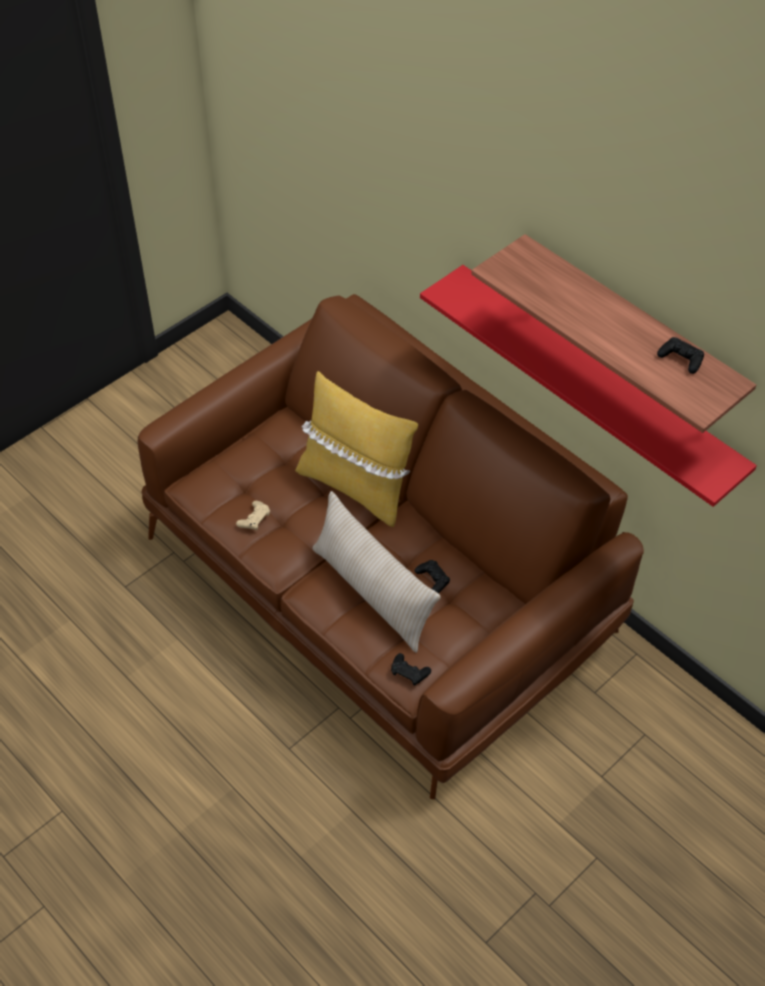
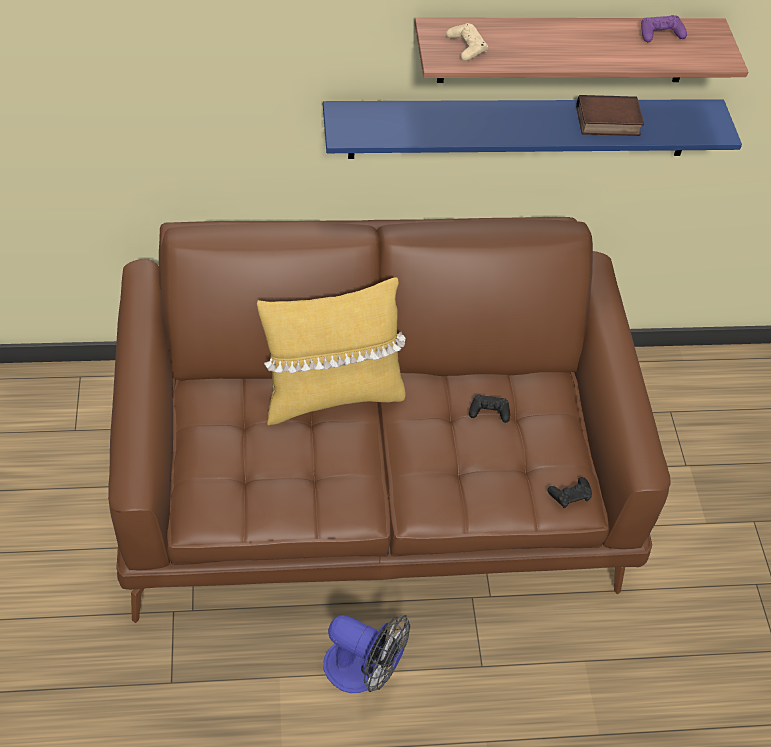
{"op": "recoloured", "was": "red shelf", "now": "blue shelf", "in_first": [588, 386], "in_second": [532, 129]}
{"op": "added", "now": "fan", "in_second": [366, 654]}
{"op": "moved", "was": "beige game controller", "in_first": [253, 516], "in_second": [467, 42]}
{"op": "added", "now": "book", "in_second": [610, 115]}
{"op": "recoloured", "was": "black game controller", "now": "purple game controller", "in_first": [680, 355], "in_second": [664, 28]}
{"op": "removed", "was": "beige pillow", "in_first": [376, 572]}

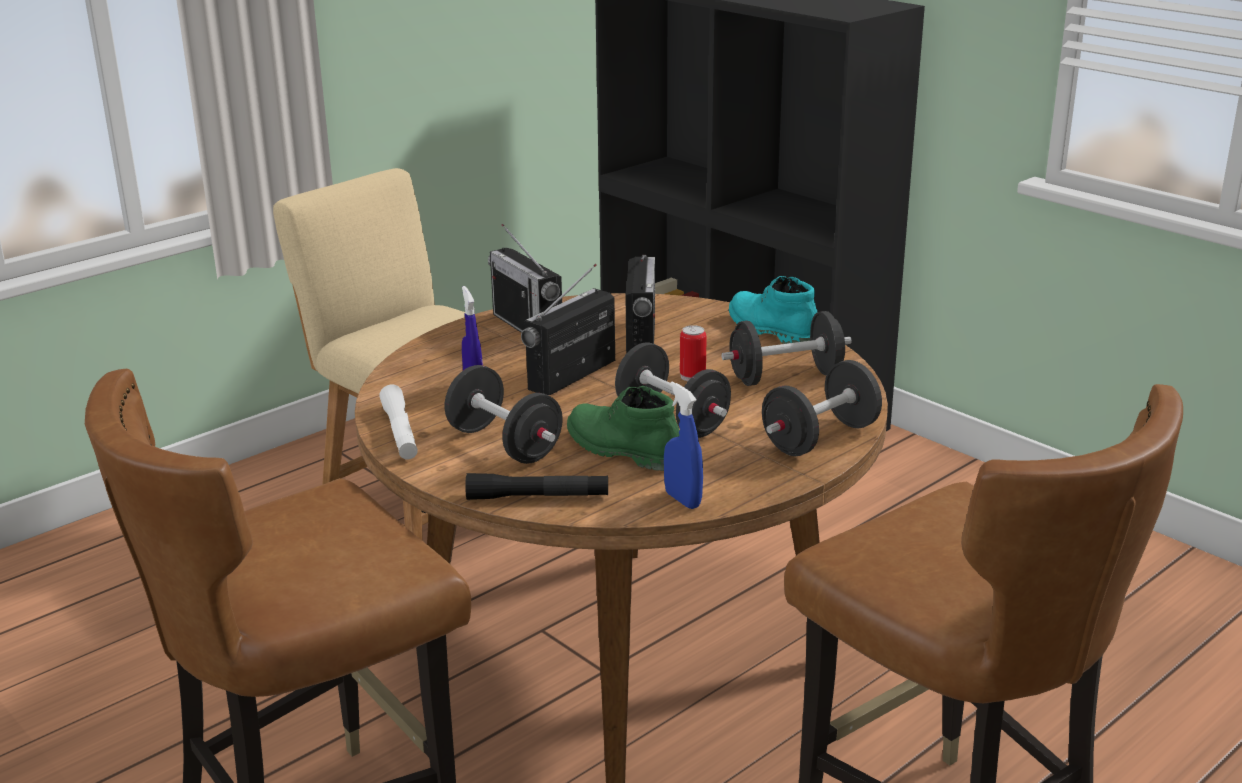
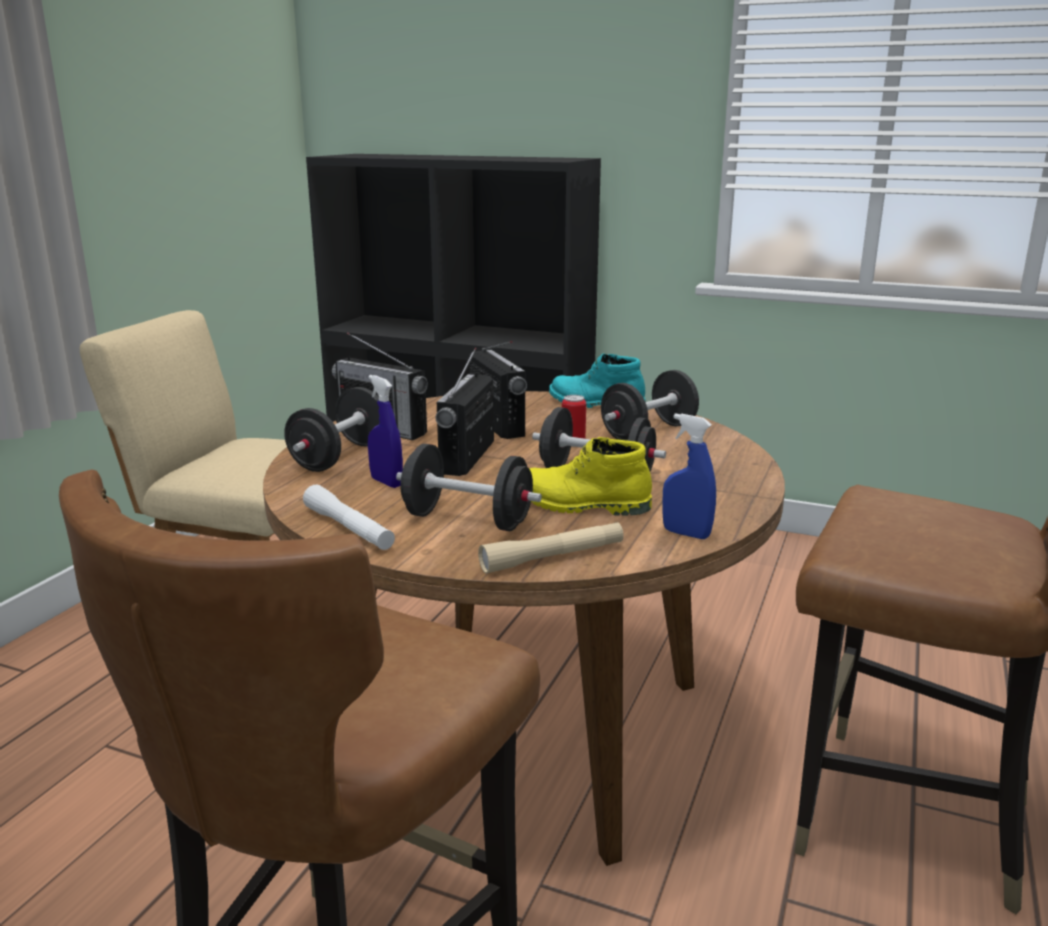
{"op": "moved", "was": "black dumbbell", "in_first": [822, 408], "in_second": [332, 429]}
{"op": "recoloured", "was": "black flashlight", "now": "beige flashlight", "in_first": [536, 486], "in_second": [551, 548]}
{"op": "recoloured", "was": "green boot", "now": "yellow boot", "in_first": [623, 428], "in_second": [590, 476]}

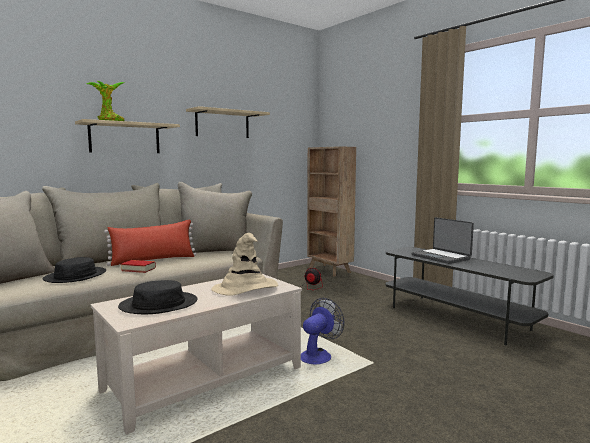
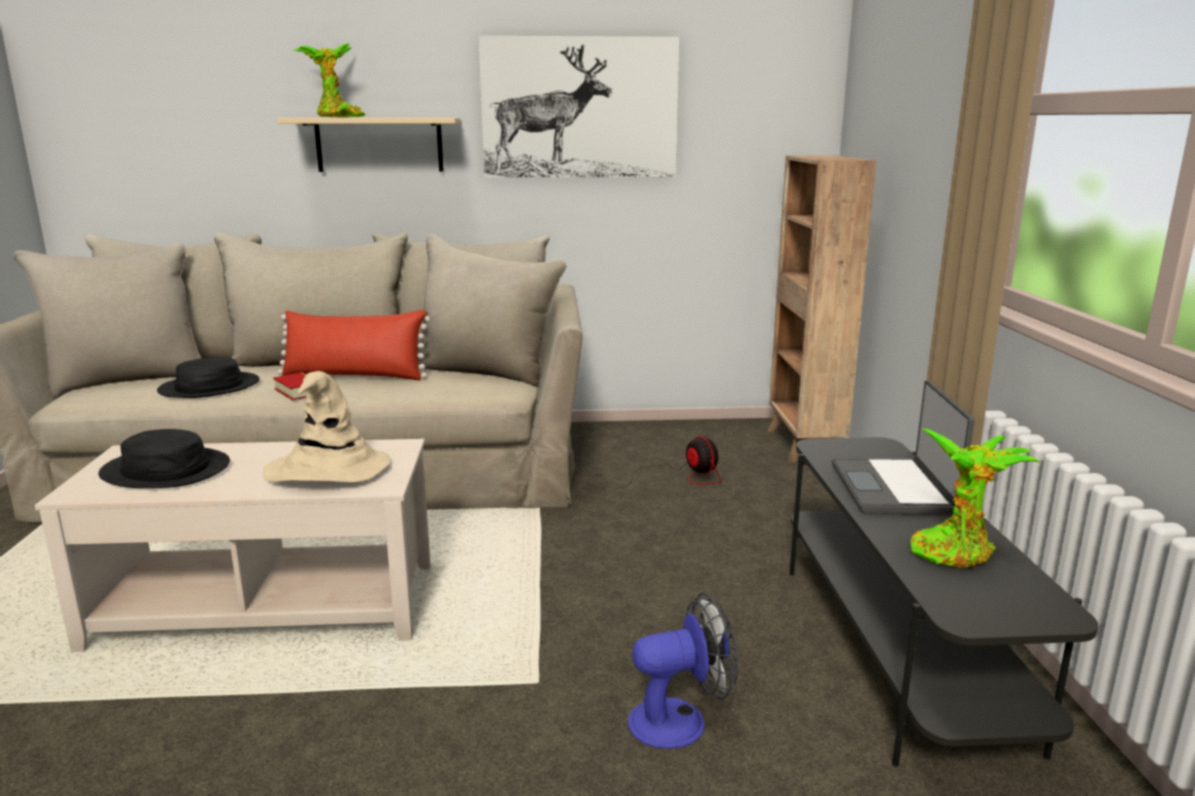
{"op": "replaced", "was": "beige shelf", "now": "picture", "in_first": [228, 122], "in_second": [578, 107]}
{"op": "moved", "was": "fan", "in_first": [322, 331], "in_second": [683, 671]}
{"op": "added", "now": "potted plant", "in_second": [975, 498]}

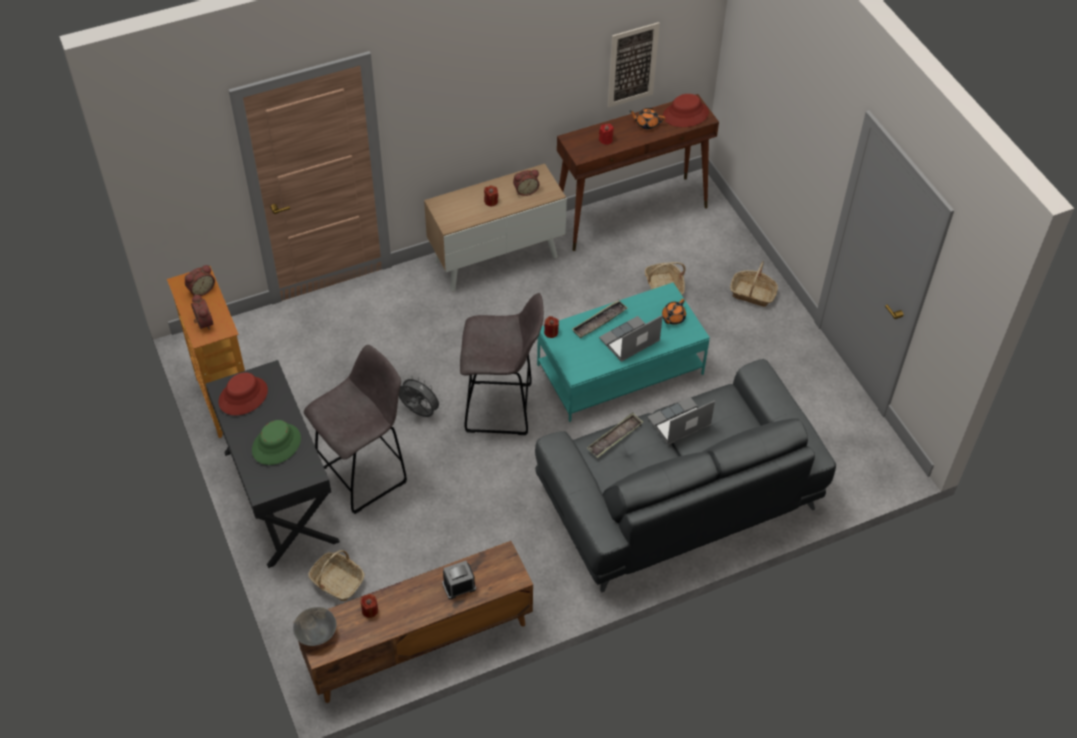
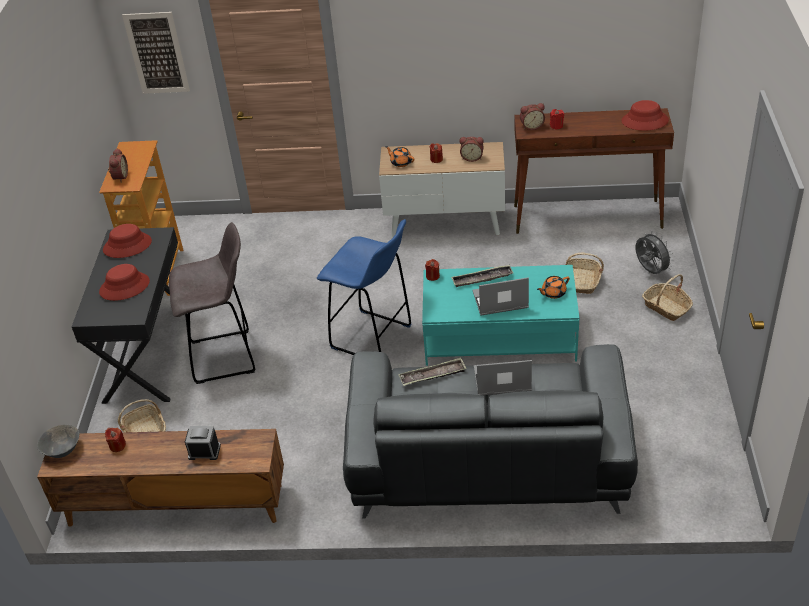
{"op": "recoloured", "was": "green hat", "now": "red hat", "in_first": [276, 442], "in_second": [124, 282]}
{"op": "moved", "was": "picture", "in_first": [634, 65], "in_second": [156, 53]}
{"op": "recoloured", "was": "grey stool", "now": "blue stool", "in_first": [502, 364], "in_second": [364, 287]}
{"op": "moved", "was": "orange teapot", "in_first": [647, 119], "in_second": [399, 156]}
{"op": "moved", "was": "alarm clock", "in_first": [200, 280], "in_second": [532, 116]}
{"op": "moved", "was": "grey fan", "in_first": [421, 396], "in_second": [654, 252]}

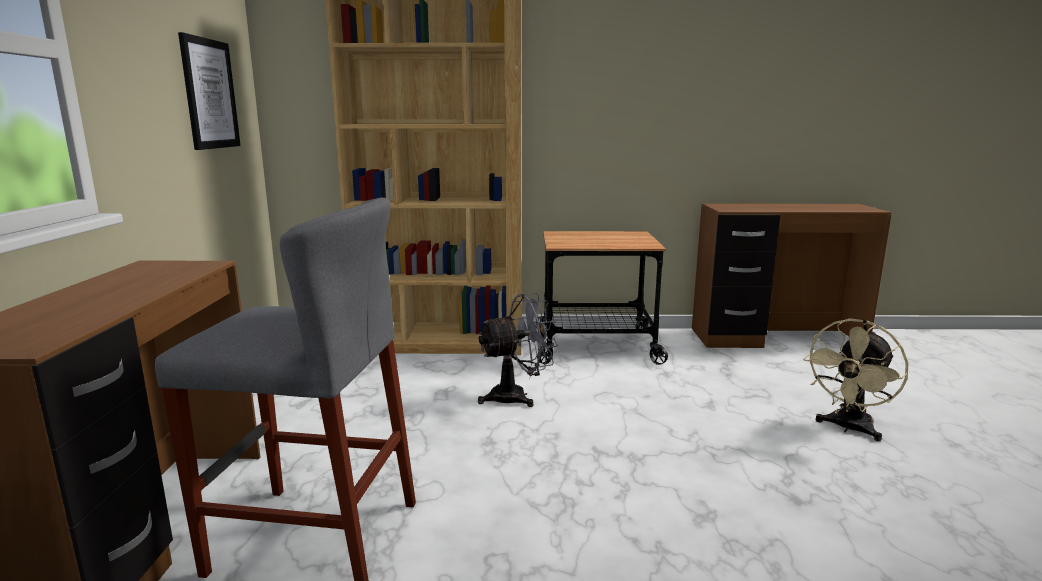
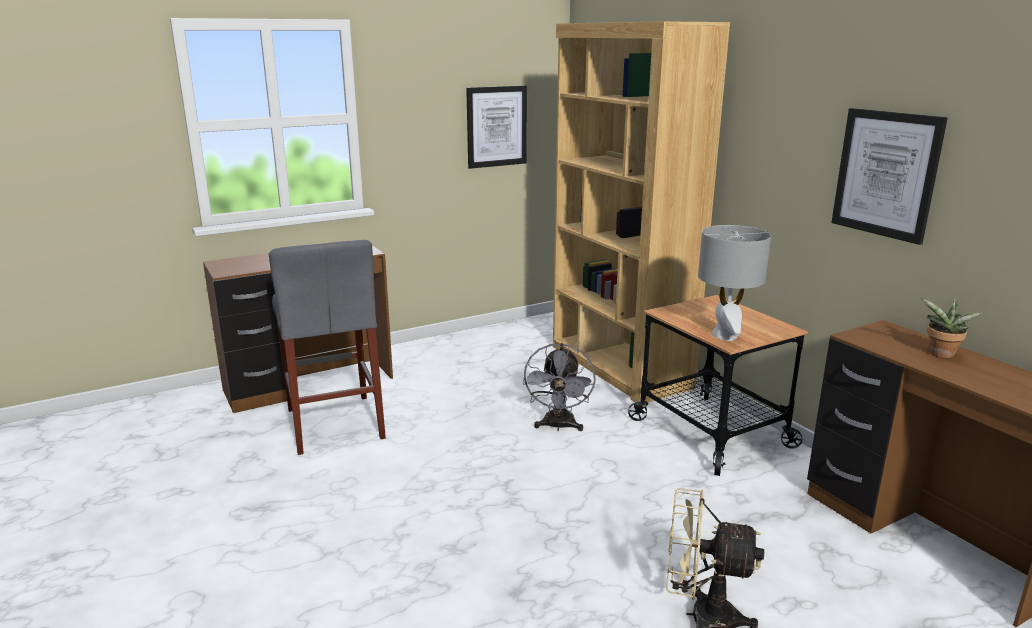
{"op": "turned", "was": "grey fan", "in_first": [518, 350], "in_second": [559, 387], "clockwise": 60}
{"op": "added", "now": "grey table lamp", "in_second": [734, 283]}
{"op": "added", "now": "picture", "in_second": [889, 176]}
{"op": "added", "now": "potted plant", "in_second": [951, 328]}

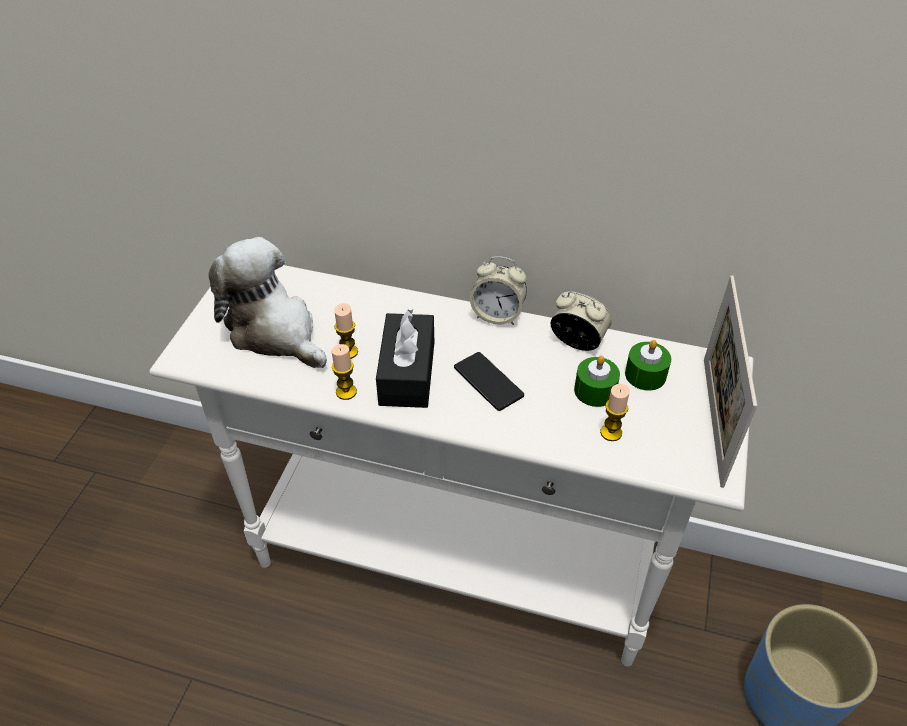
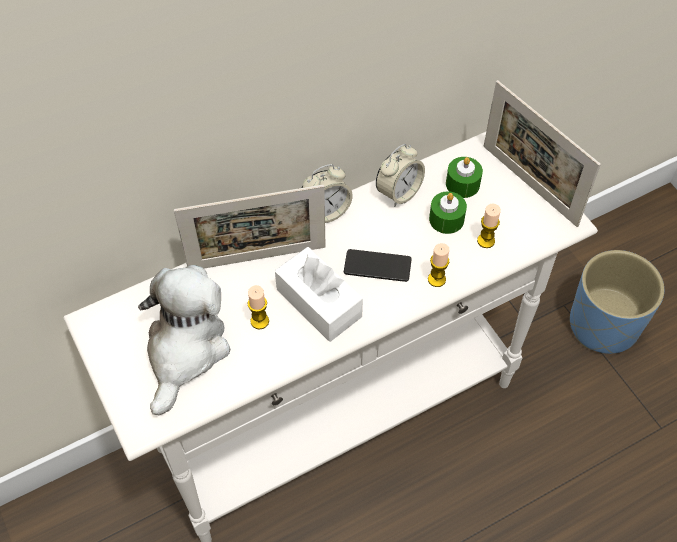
{"op": "turned", "was": "plush toy", "in_first": [268, 302], "in_second": [184, 340], "clockwise": 105}
{"op": "added", "now": "picture frame", "in_second": [250, 227]}
{"op": "recoloured", "was": "black tissue box", "now": "white tissue box", "in_first": [405, 359], "in_second": [319, 294]}
{"op": "turned", "was": "alarm clock", "in_first": [581, 321], "in_second": [400, 175], "clockwise": 150}
{"op": "moved", "was": "candle", "in_first": [344, 372], "in_second": [438, 265]}

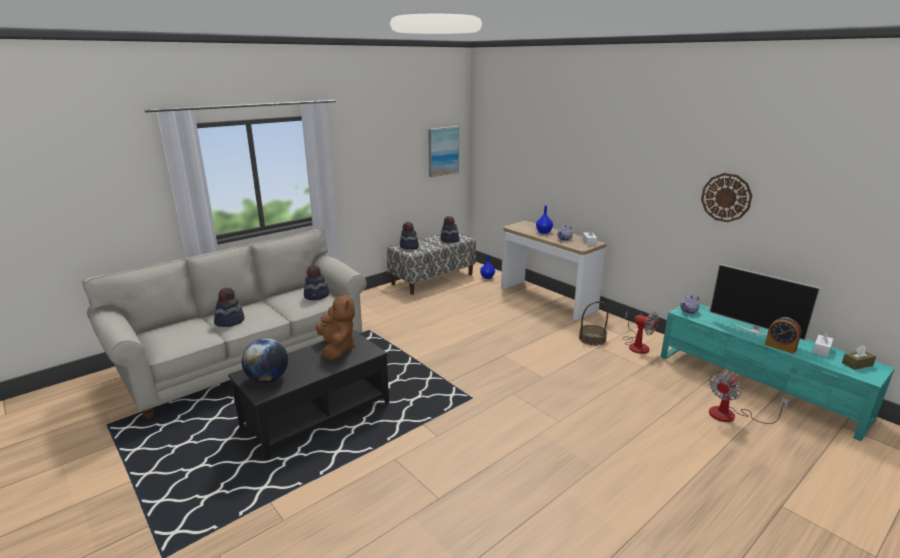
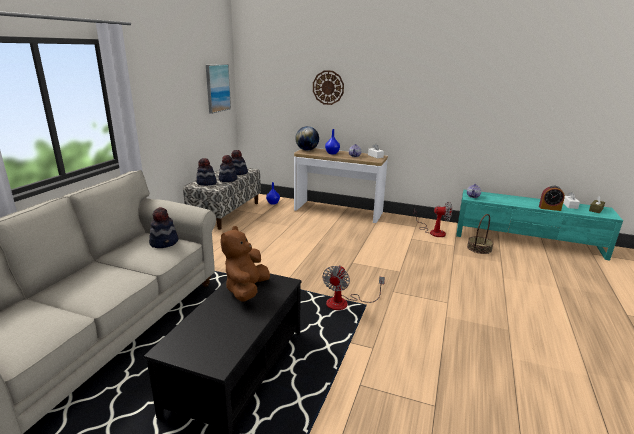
{"op": "moved", "was": "hat", "in_first": [229, 307], "in_second": [228, 168]}
{"op": "turned", "was": "brown plush toy", "in_first": [335, 326], "in_second": [245, 263], "clockwise": -120}
{"op": "moved", "was": "globe", "in_first": [265, 360], "in_second": [307, 138]}
{"op": "moved", "was": "wall clock", "in_first": [726, 197], "in_second": [328, 87]}
{"op": "moved", "was": "fan", "in_first": [749, 398], "in_second": [353, 287]}
{"op": "moved", "was": "basket", "in_first": [593, 323], "in_second": [480, 234]}
{"op": "removed", "was": "television", "in_first": [765, 302]}

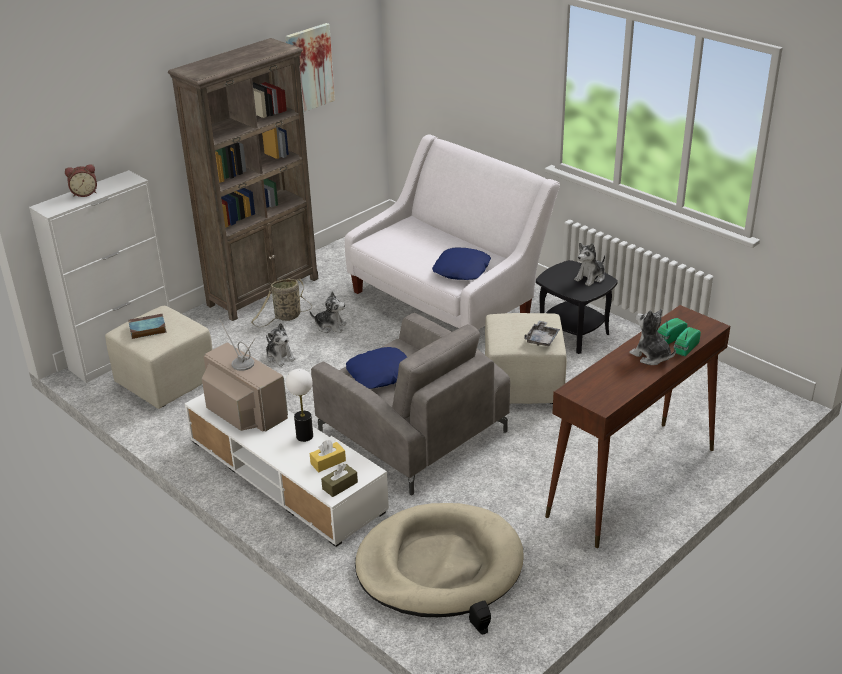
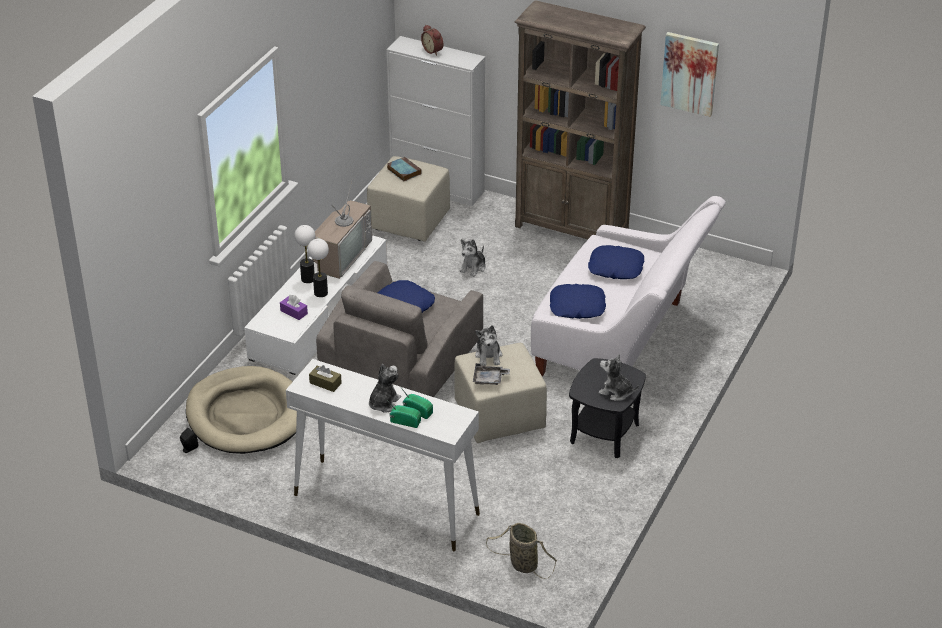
{"op": "recoloured", "was": "yellow tissue box", "now": "purple tissue box", "in_first": [328, 456], "in_second": [294, 307]}
{"op": "recoloured", "was": "brown console table", "now": "white console table", "in_first": [637, 426], "in_second": [383, 455]}
{"op": "added", "now": "table lamp", "in_second": [304, 254]}
{"op": "moved", "was": "brown tissue box", "in_first": [339, 480], "in_second": [325, 378]}
{"op": "moved", "was": "plush toy", "in_first": [328, 312], "in_second": [488, 345]}
{"op": "moved", "was": "basket", "in_first": [281, 302], "in_second": [521, 551]}
{"op": "added", "now": "blue pillow", "in_second": [616, 262]}

